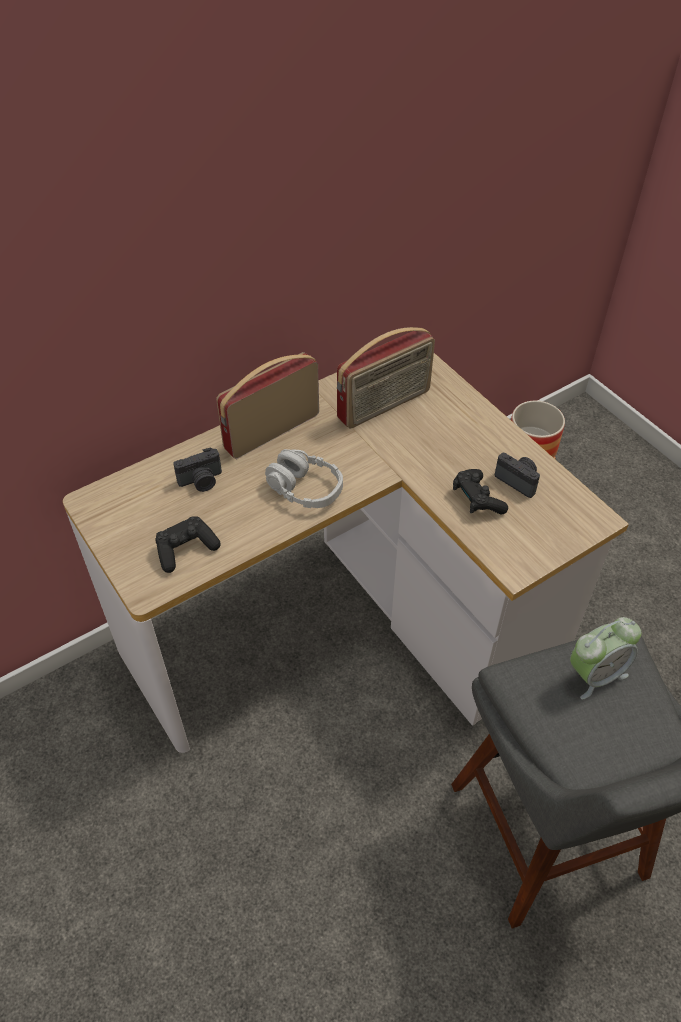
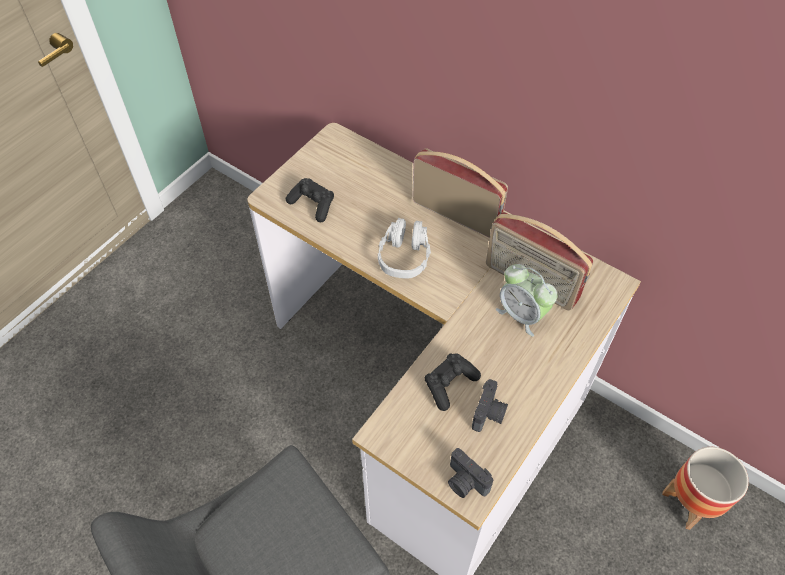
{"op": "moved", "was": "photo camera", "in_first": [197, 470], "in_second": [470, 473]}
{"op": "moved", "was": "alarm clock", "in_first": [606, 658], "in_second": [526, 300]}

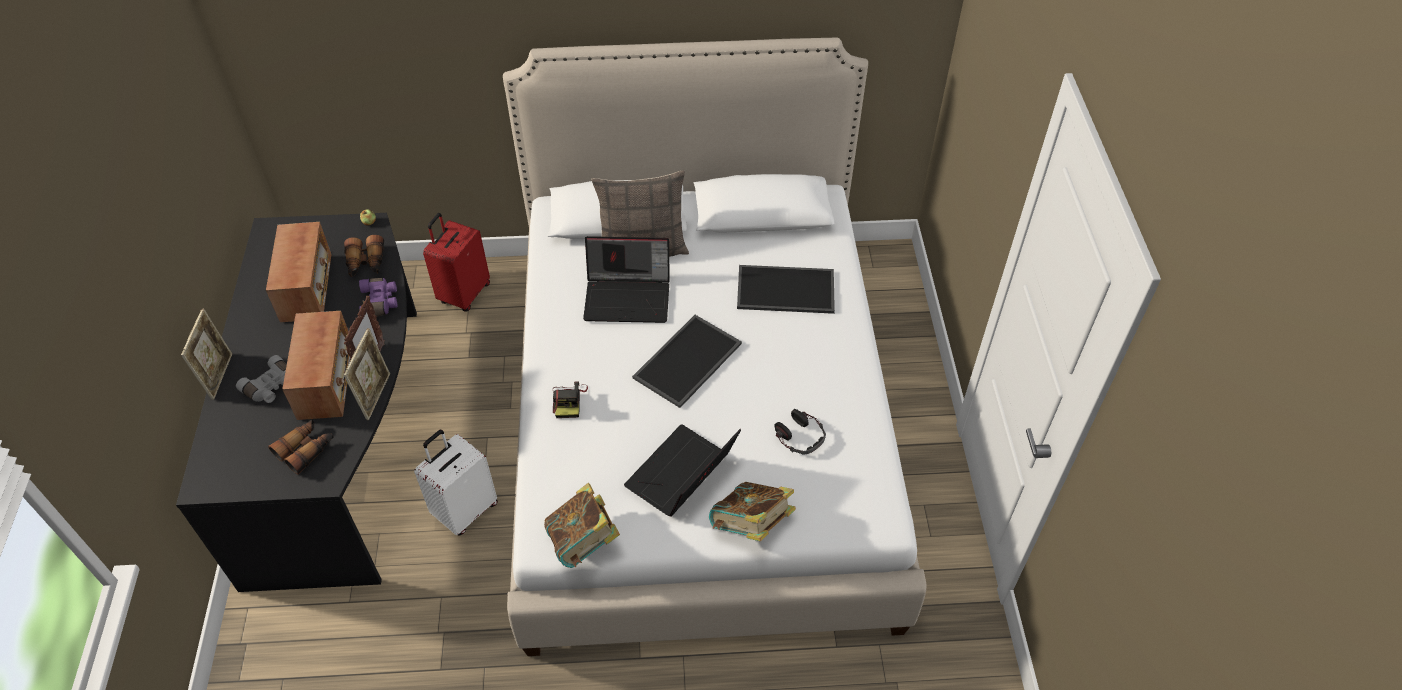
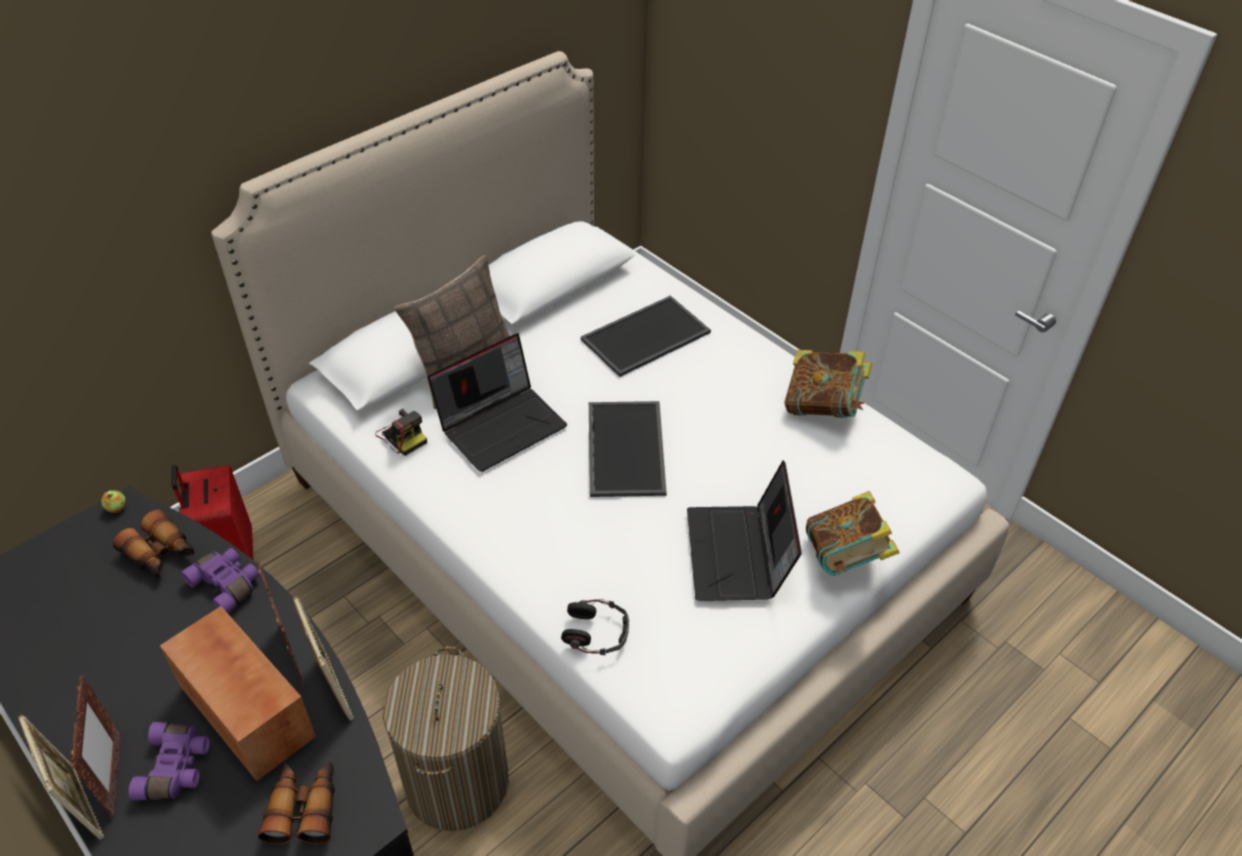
{"op": "added", "now": "picture frame", "in_second": [95, 746]}
{"op": "recoloured", "was": "grey binoculars", "now": "purple binoculars", "in_first": [261, 379], "in_second": [169, 761]}
{"op": "moved", "was": "photo camera", "in_first": [570, 399], "in_second": [401, 432]}
{"op": "replaced", "was": "white suitcase", "now": "laundry basket", "in_first": [456, 483], "in_second": [446, 738]}
{"op": "moved", "was": "headphones", "in_first": [800, 432], "in_second": [595, 627]}
{"op": "moved", "was": "book", "in_first": [582, 525], "in_second": [828, 384]}
{"op": "removed", "was": "radio", "in_first": [299, 272]}

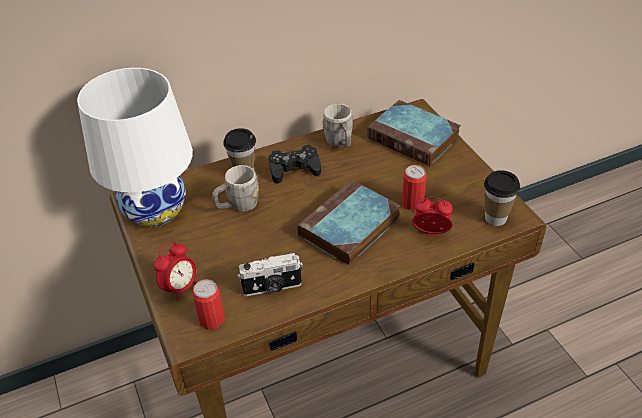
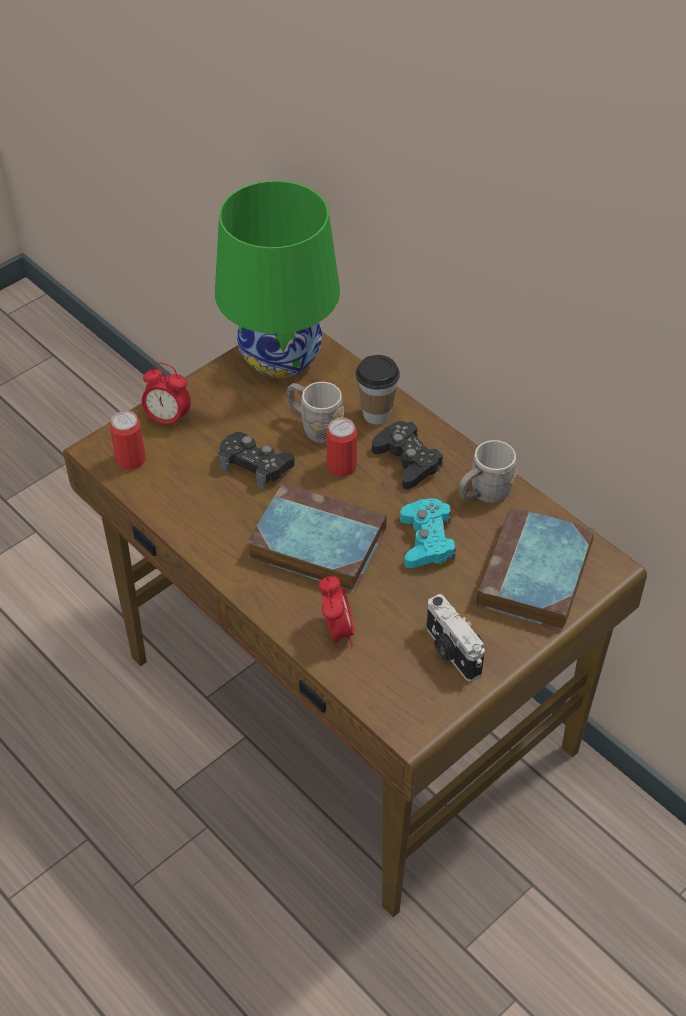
{"op": "recoloured", "was": "white table lamp", "now": "green table lamp", "in_first": [135, 147], "in_second": [277, 279]}
{"op": "added", "now": "black game controller", "in_second": [256, 461]}
{"op": "moved", "was": "can", "in_first": [414, 187], "in_second": [341, 447]}
{"op": "added", "now": "turquoise game controller", "in_second": [428, 533]}
{"op": "moved", "was": "photo camera", "in_first": [270, 274], "in_second": [455, 638]}
{"op": "removed", "was": "cup", "in_first": [502, 198]}

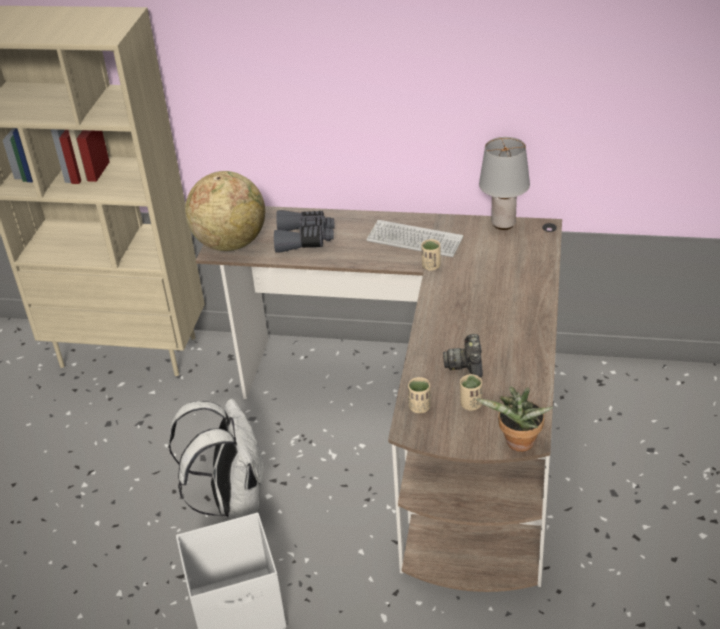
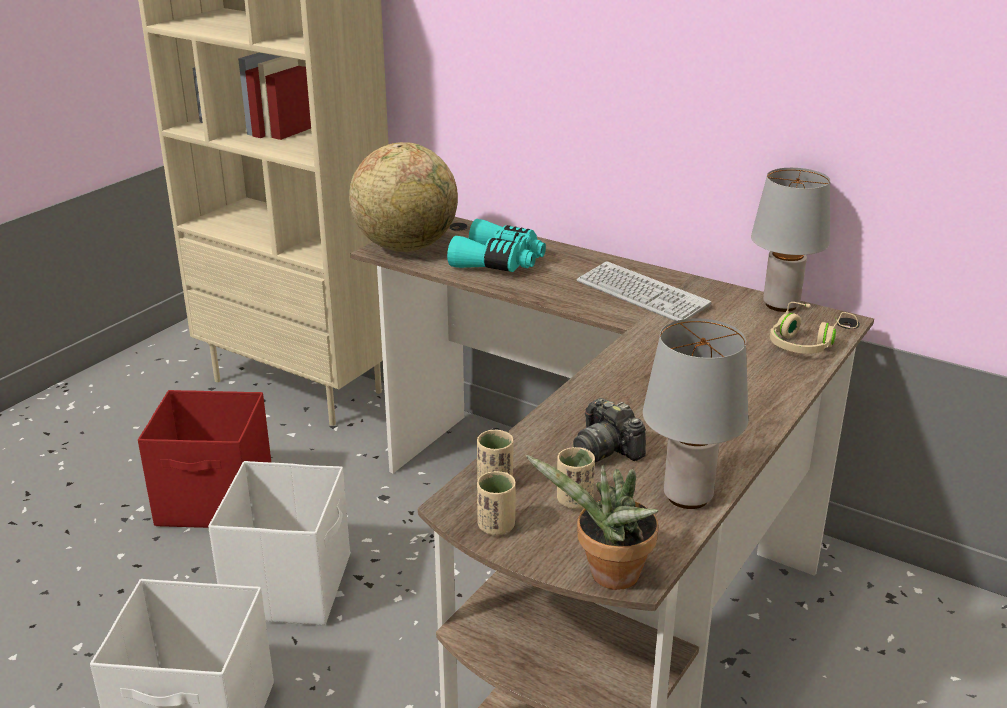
{"op": "added", "now": "red storage box", "in_second": [204, 459]}
{"op": "replaced", "was": "white backpack", "now": "white storage box", "in_first": [216, 459], "in_second": [279, 543]}
{"op": "recoloured", "was": "grey binoculars", "now": "turquoise binoculars", "in_first": [304, 231], "in_second": [496, 245]}
{"op": "moved", "was": "beige cup", "in_first": [431, 255], "in_second": [496, 503]}
{"op": "turned", "was": "photo camera", "in_first": [463, 356], "in_second": [609, 430], "clockwise": -60}
{"op": "added", "now": "grey table lamp", "in_second": [695, 413]}
{"op": "added", "now": "beige headphones", "in_second": [814, 328]}

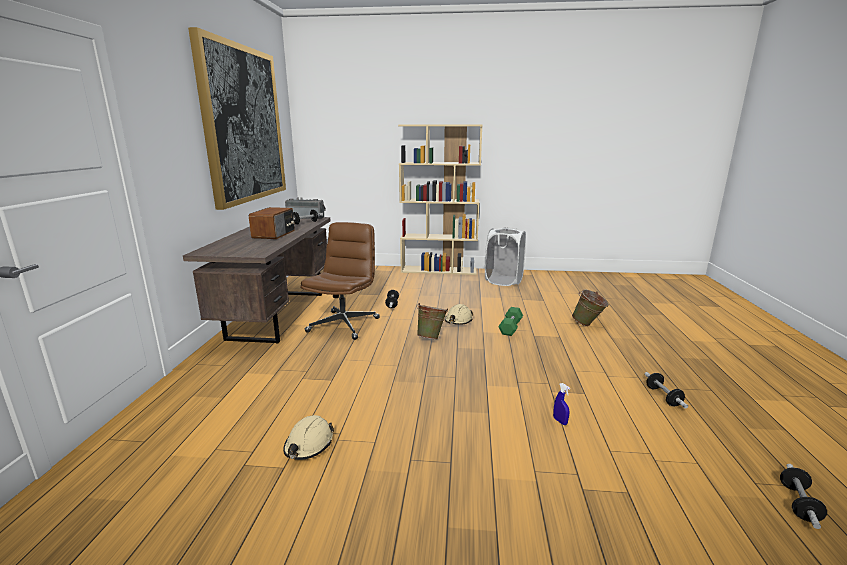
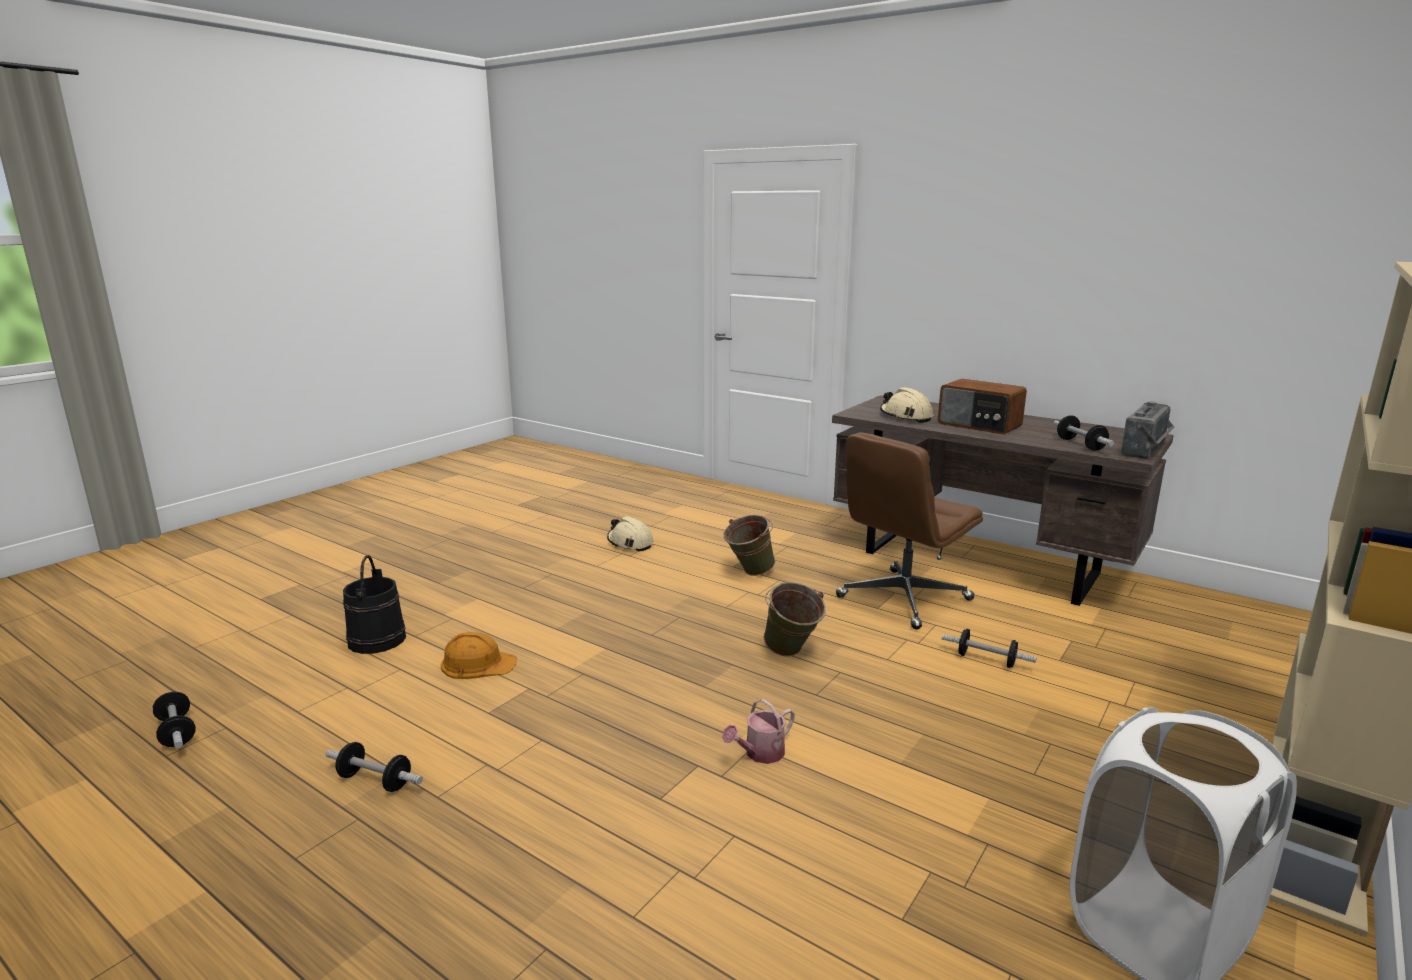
{"op": "added", "now": "black bucket", "in_second": [374, 604]}
{"op": "replaced", "was": "blue spray bottle", "now": "orange hard hat", "in_first": [561, 404], "in_second": [479, 655]}
{"op": "replaced", "was": "green dumbbell", "now": "watering can", "in_first": [511, 321], "in_second": [758, 731]}
{"op": "moved", "was": "green bucket", "in_first": [590, 308], "in_second": [749, 545]}
{"op": "turned", "was": "brown office chair", "in_first": [340, 281], "in_second": [909, 531], "clockwise": 90}
{"op": "moved", "was": "beige hard hat", "in_first": [459, 314], "in_second": [907, 405]}
{"op": "removed", "was": "picture", "in_first": [237, 118]}

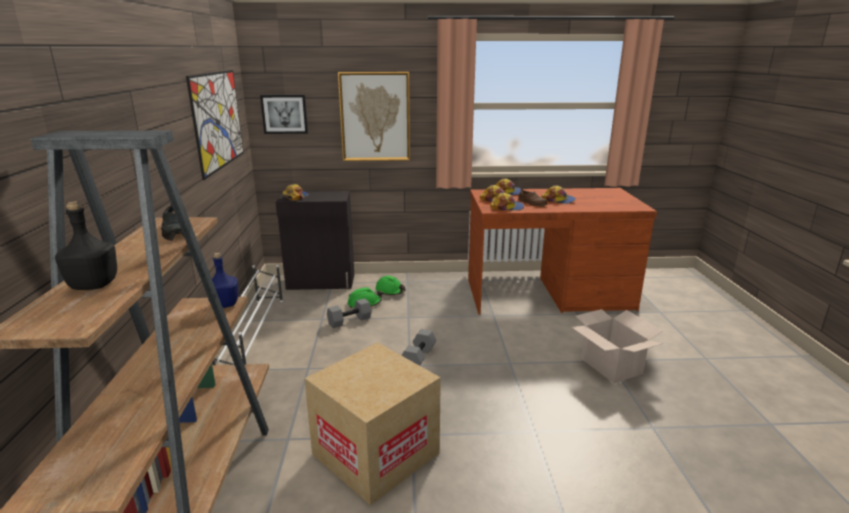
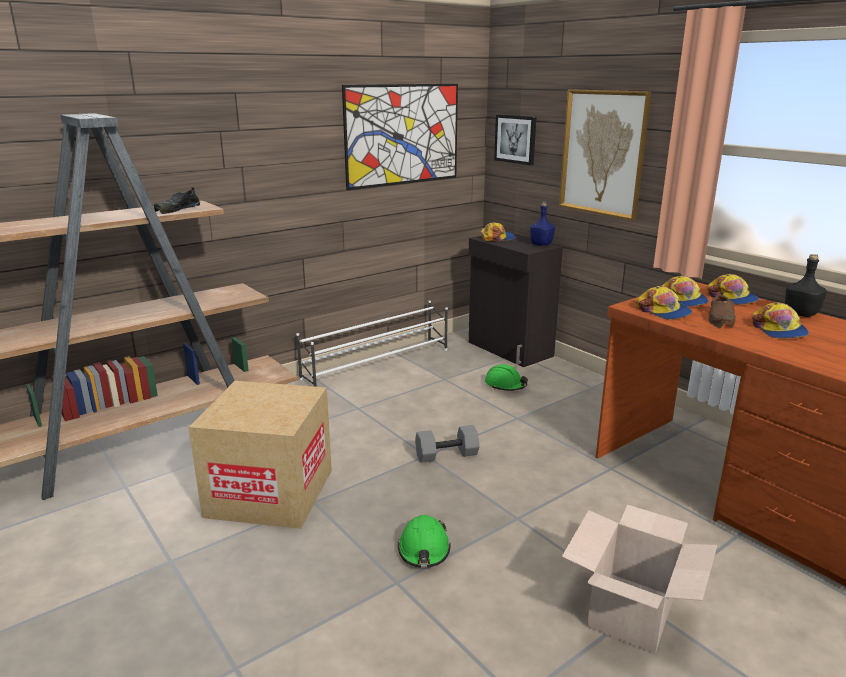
{"op": "moved", "was": "green hard hat", "in_first": [390, 285], "in_second": [424, 541]}
{"op": "moved", "was": "blue bottle", "in_first": [223, 280], "in_second": [542, 224]}
{"op": "moved", "was": "black bottle", "in_first": [86, 245], "in_second": [806, 285]}
{"op": "removed", "was": "grey dumbbell", "in_first": [349, 313]}

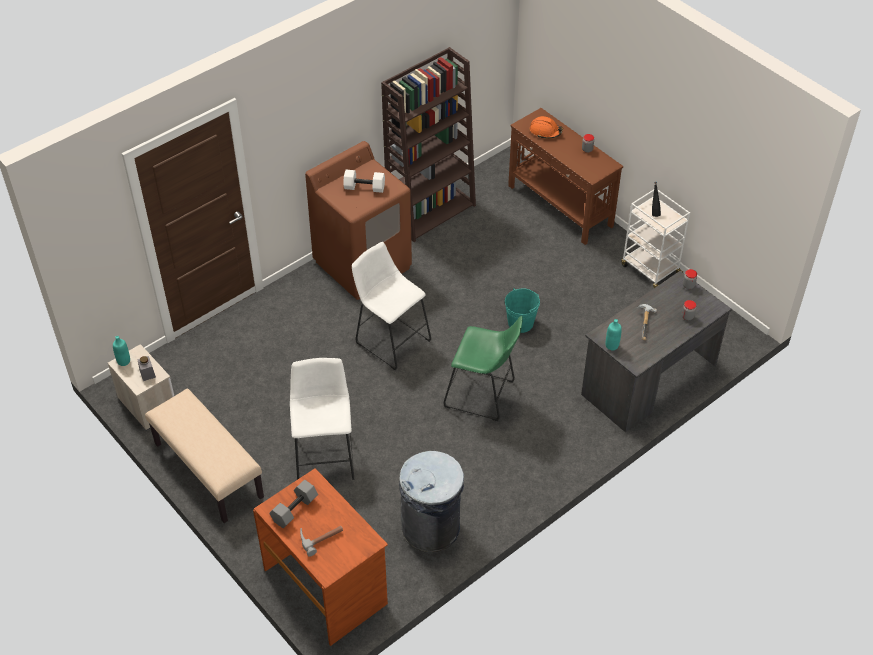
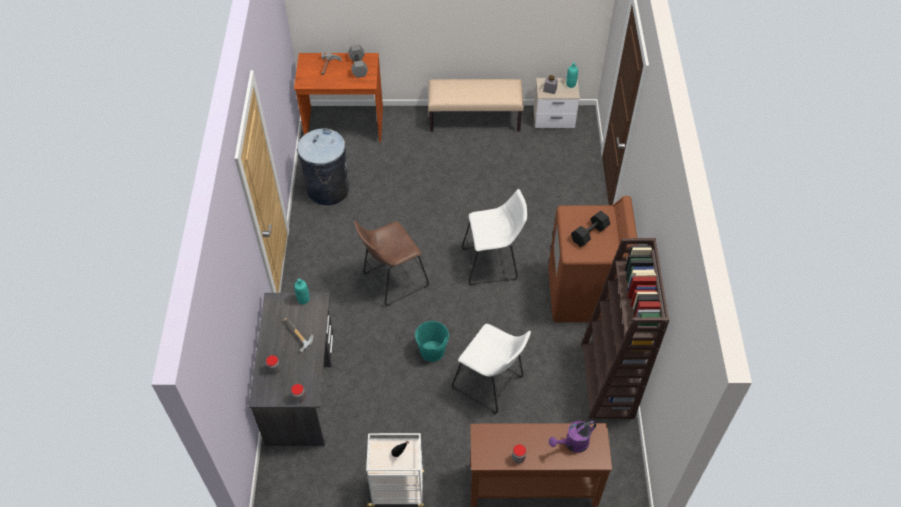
{"op": "recoloured", "was": "green stool", "now": "brown stool", "in_first": [483, 368], "in_second": [391, 263]}
{"op": "moved", "was": "white stool", "in_first": [322, 419], "in_second": [491, 369]}
{"op": "replaced", "was": "orange hard hat", "now": "purple watering can", "in_first": [546, 127], "in_second": [572, 437]}
{"op": "recoloured", "was": "white dumbbell", "now": "black dumbbell", "in_first": [364, 181], "in_second": [590, 229]}

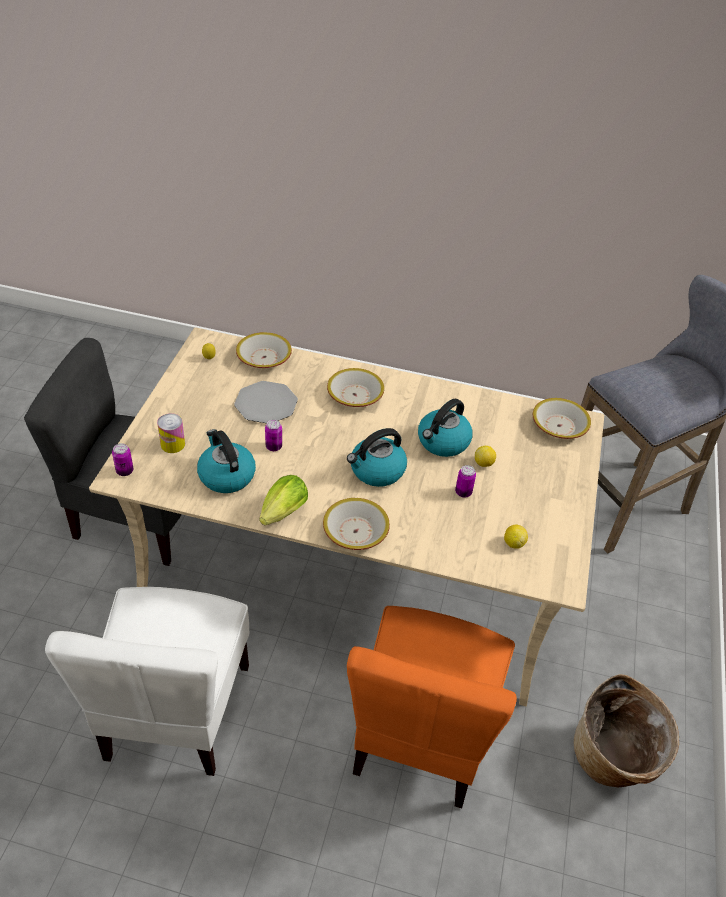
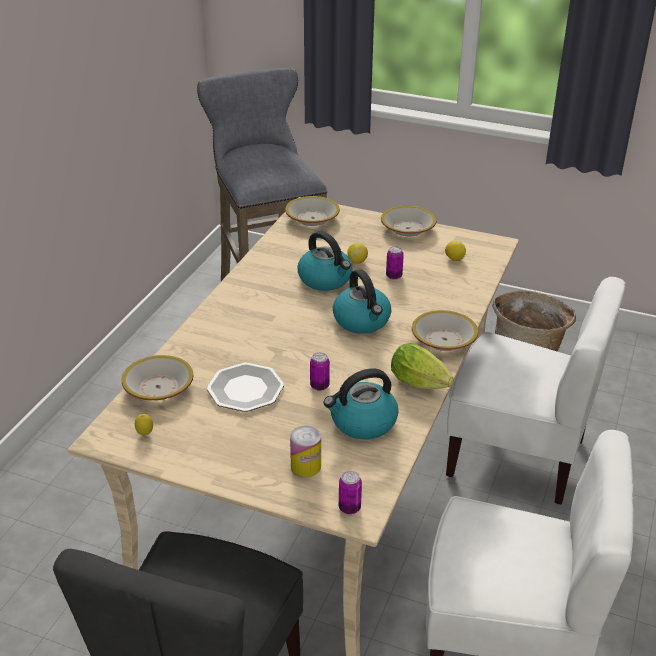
{"op": "moved", "was": "bowl", "in_first": [355, 387], "in_second": [408, 221]}
{"op": "recoloured", "was": "orange chair", "now": "white chair", "in_first": [432, 707], "in_second": [536, 391]}

